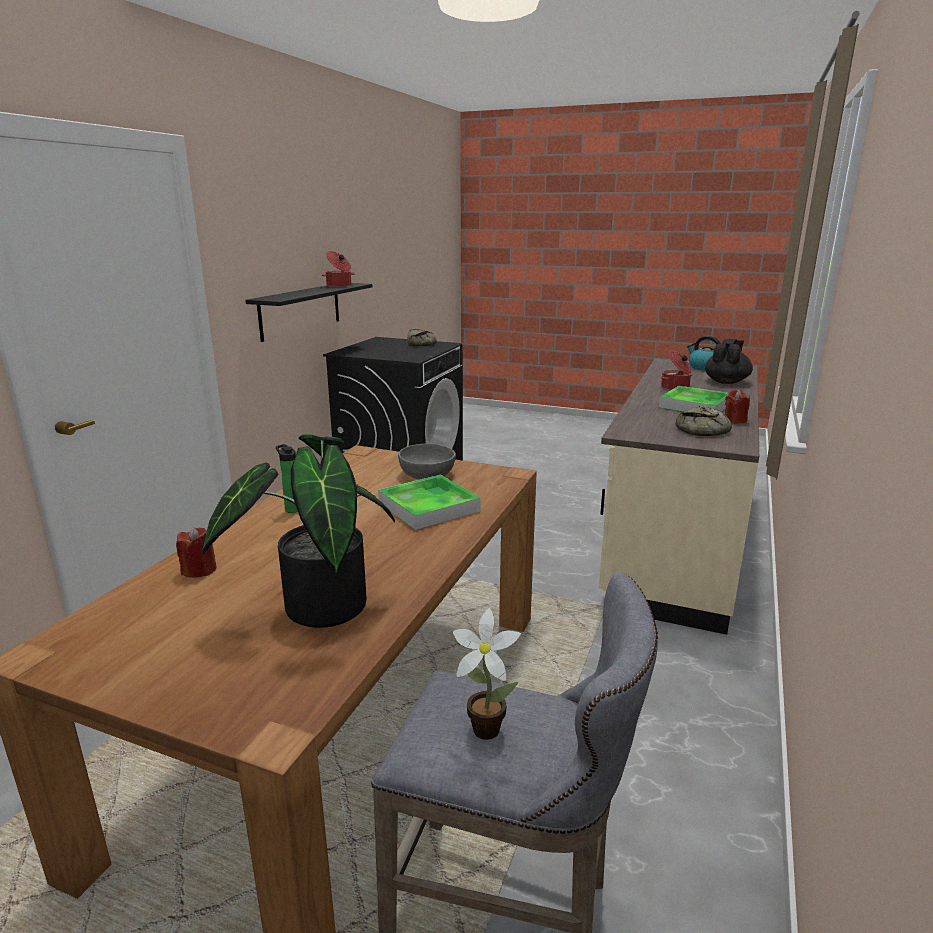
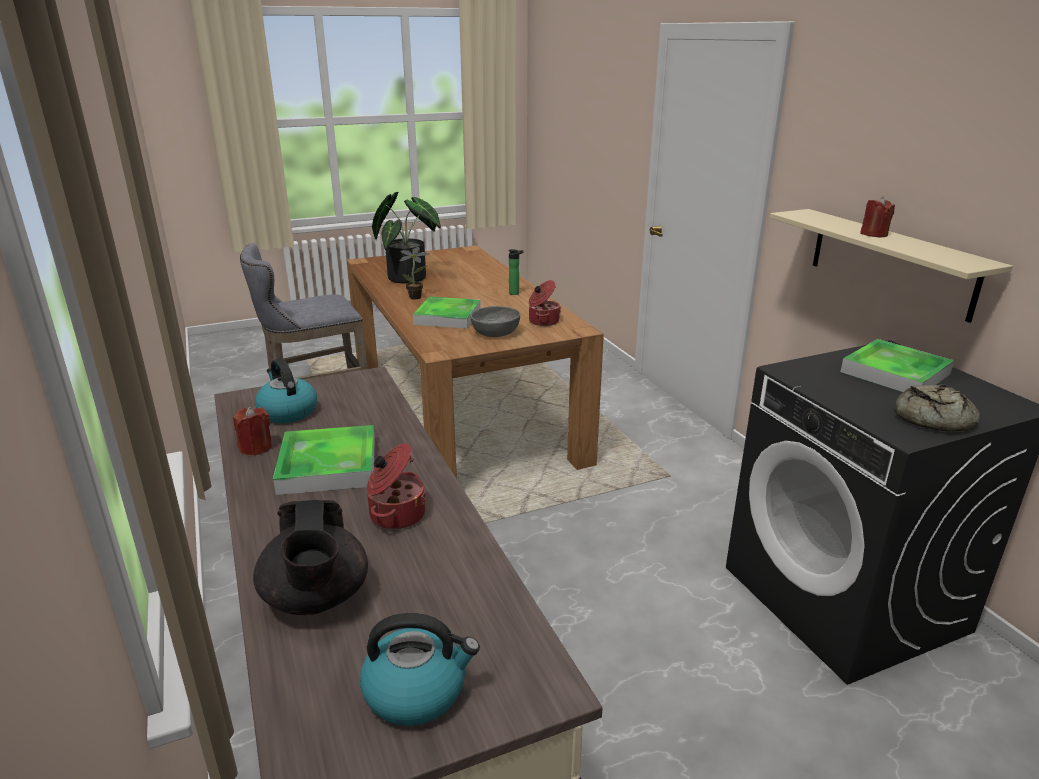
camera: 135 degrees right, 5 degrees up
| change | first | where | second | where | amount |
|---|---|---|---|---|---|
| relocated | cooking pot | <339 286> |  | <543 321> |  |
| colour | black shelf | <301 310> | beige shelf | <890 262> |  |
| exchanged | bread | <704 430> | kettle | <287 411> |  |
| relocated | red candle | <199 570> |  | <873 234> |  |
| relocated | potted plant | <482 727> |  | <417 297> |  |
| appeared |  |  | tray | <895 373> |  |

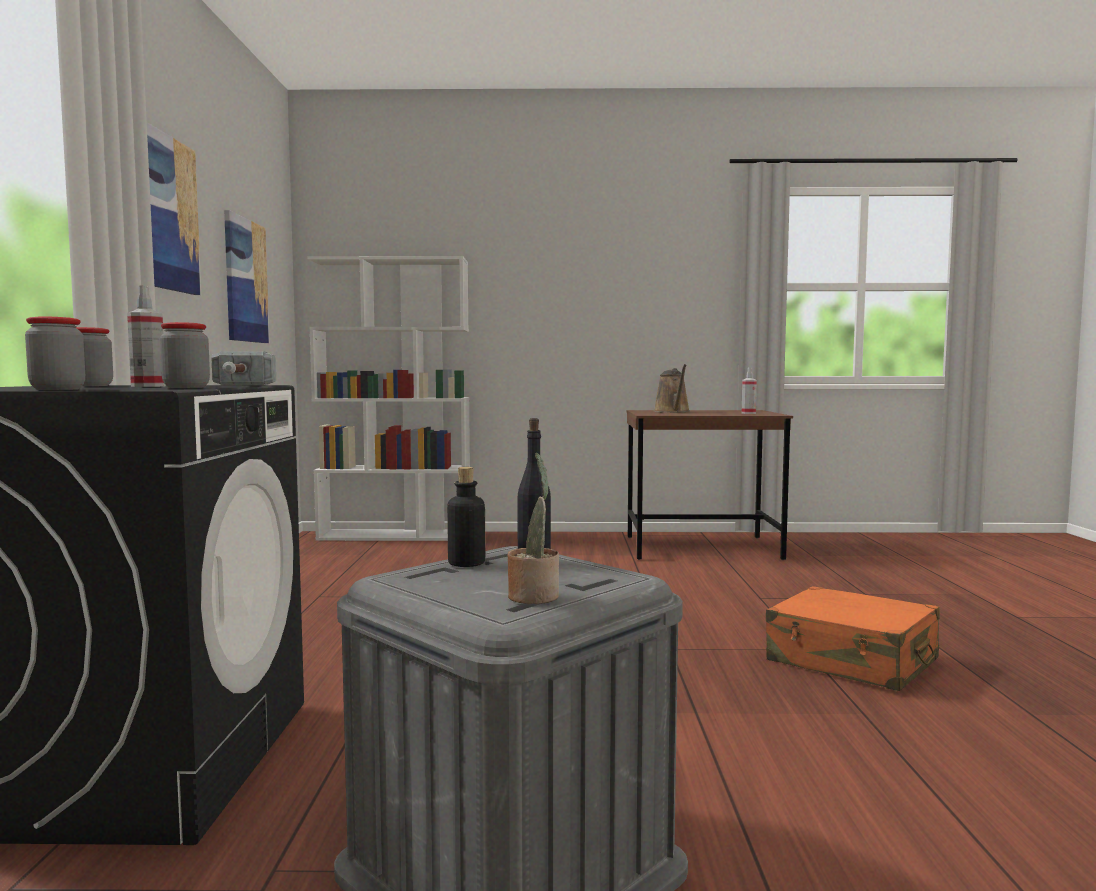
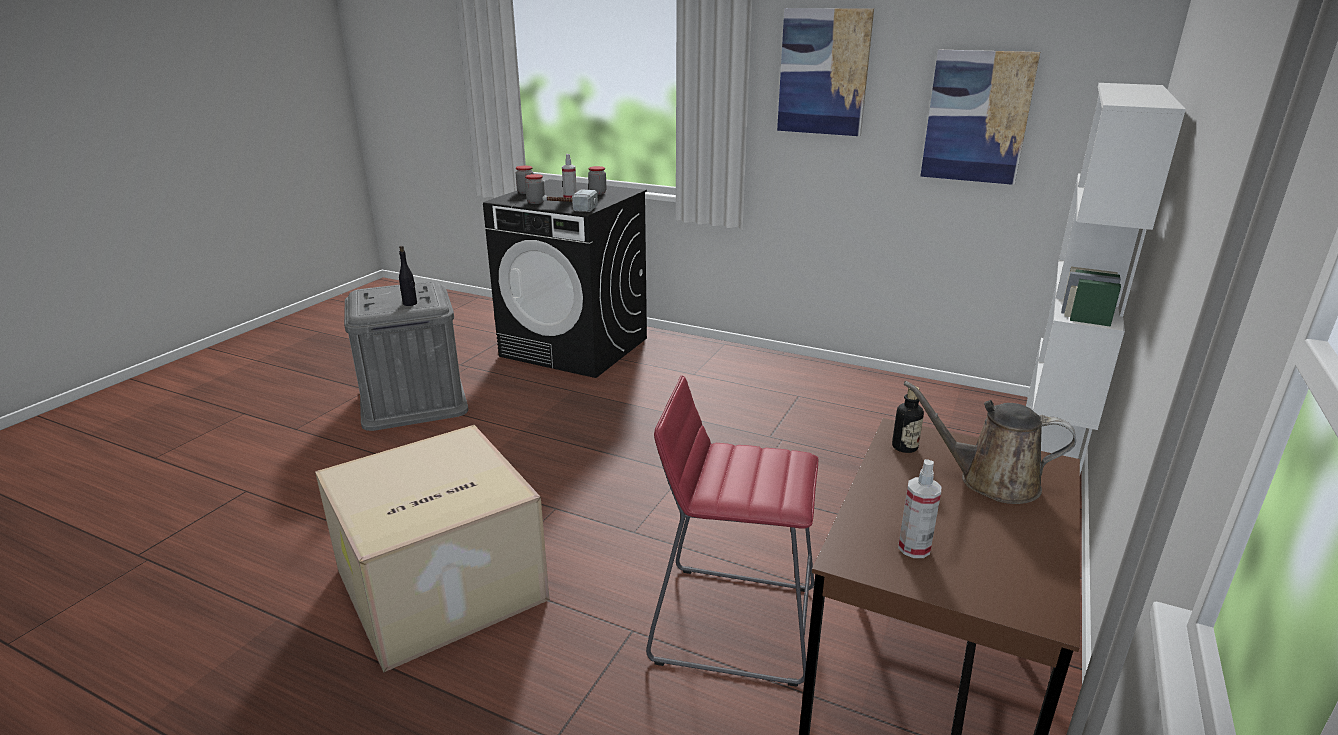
camera: 115 degrees right, 20 degrees up
| change | first | where | second | where | amount |
|---|---|---|---|---|---|
| missing | potted plant | <534 595> |  |  |  |
| relocated | bottle | <466 563> |  | <904 447> |  |
| exchanged | orange suitcase | <851 661> | cardboard box | <439 587> |  |
| appeared |  |  | red stool | <733 623> |  |

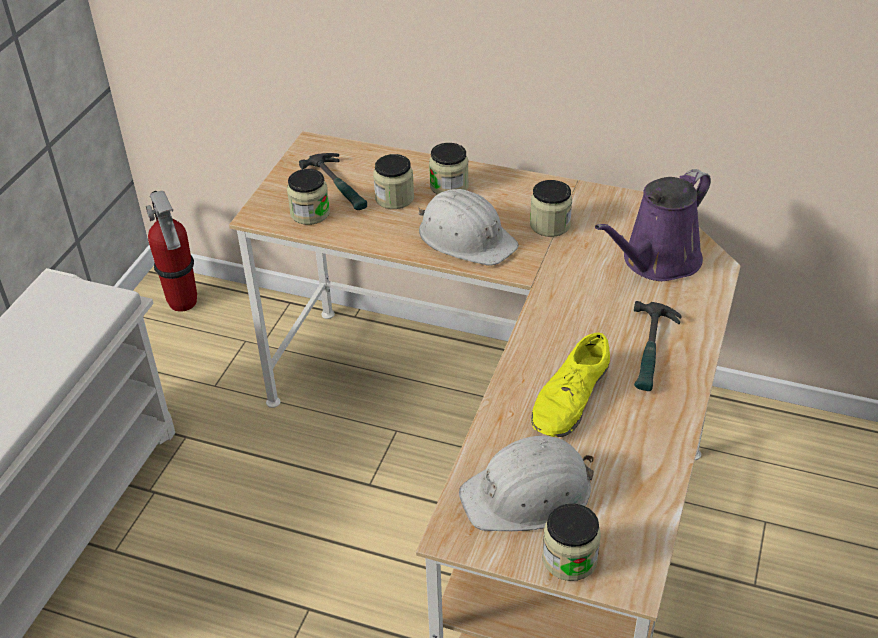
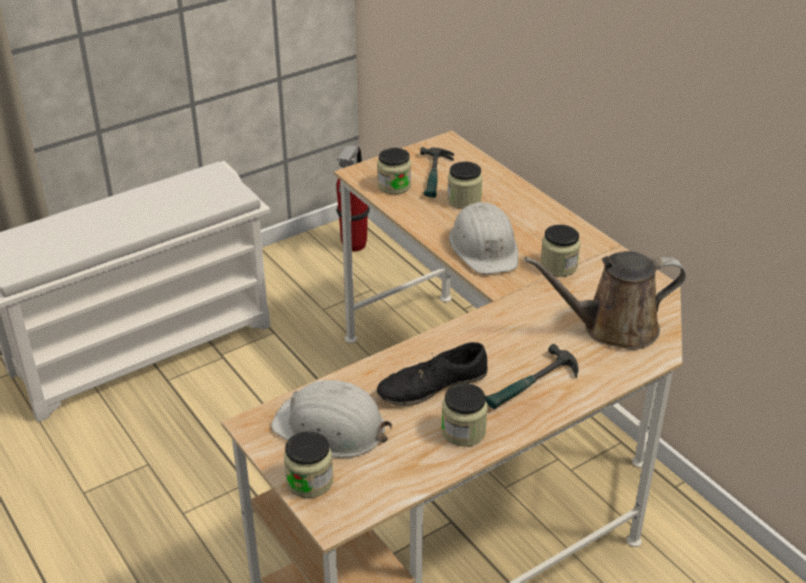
camera: 35 degrees right, 5 degrees down
| change | first | where | second | where | amount |
|---|---|---|---|---|---|
| relocated | jar | <449 186> |  | <463 431> |  |
| colour | purple watering can | <656 261> | brown watering can | <613 328> |  |
| colour | yellow shoe | <570 398> | black shoe | <432 385> |  |

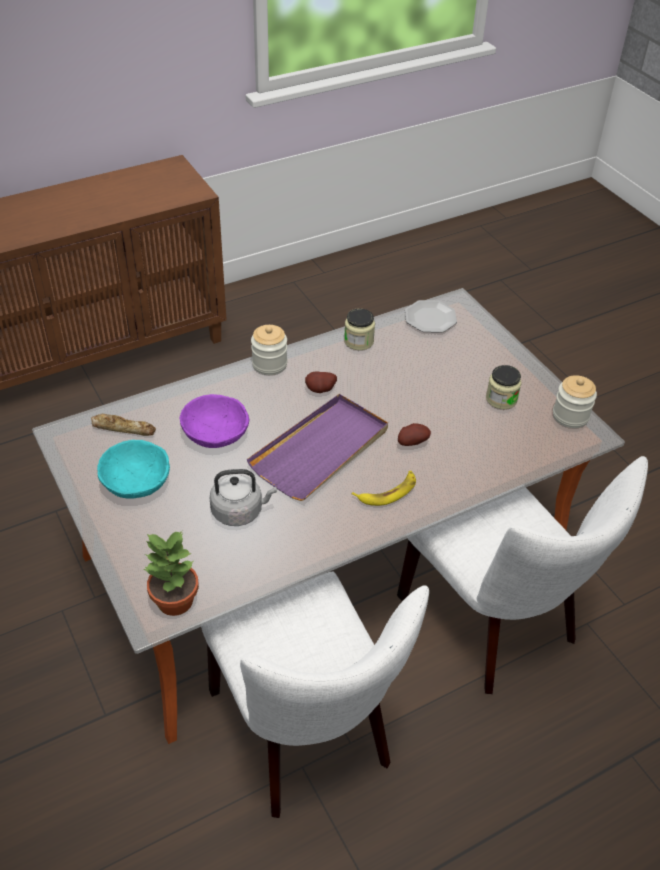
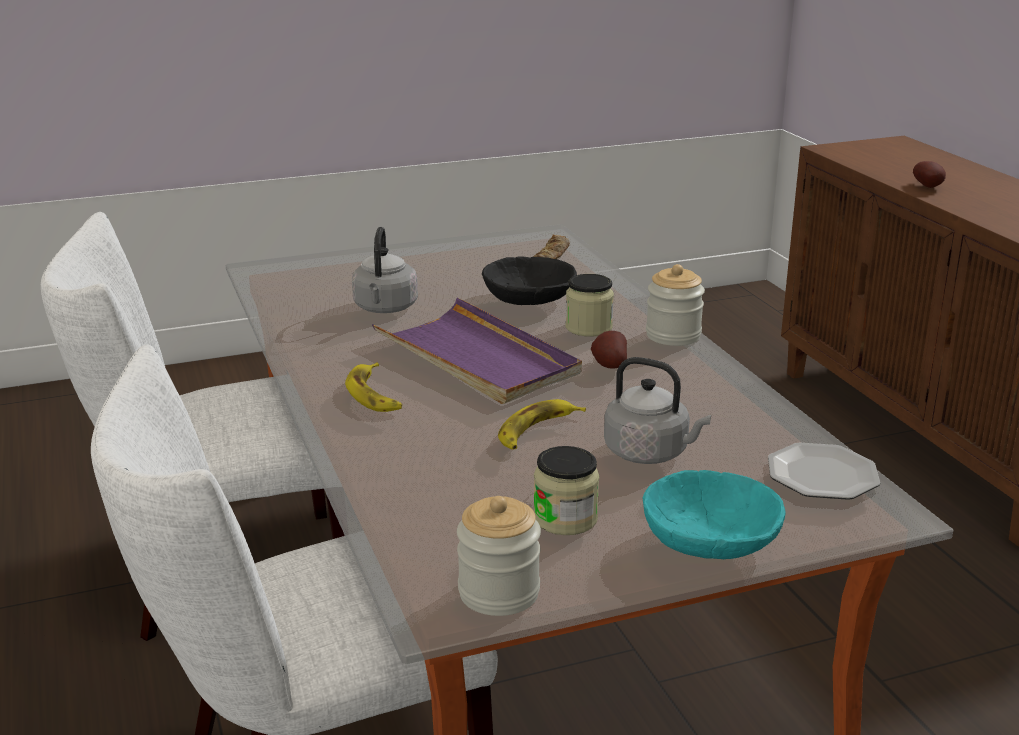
camera: 100 degrees right, 20 degrees down
| change | first | where | second | where | amount |
|---|---|---|---|---|---|
| relocated | jar | <358 341> |  | <588 327> |  |
| colour | purple bowl | <215 433> | black bowl | <528 300> |  |
| relocated | potato | <412 442> |  | <928 187> |  |
| relocated | turquoise bowl | <136 482> |  | <709 543> |  |
| missing | potted plant | <174 601> |  |  |  |
| appeared |  |  | grey kettle | <650 453> |  |
| appeared |  |  | banana | <536 431> |  |

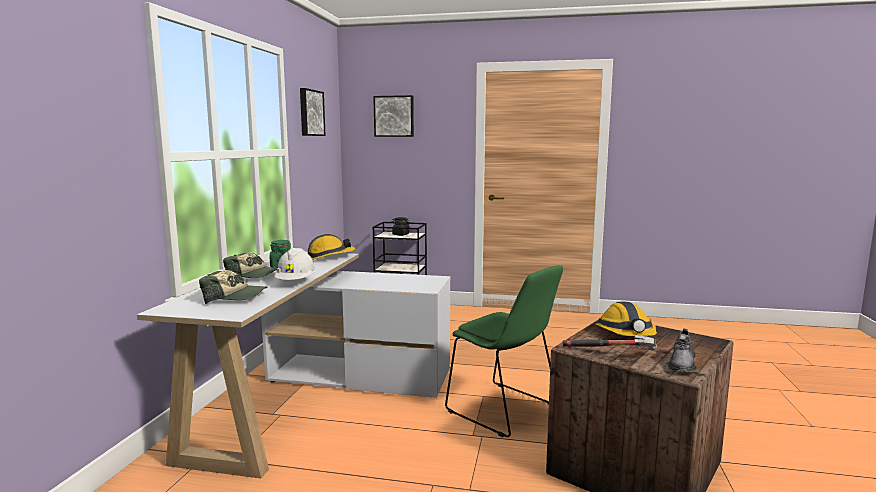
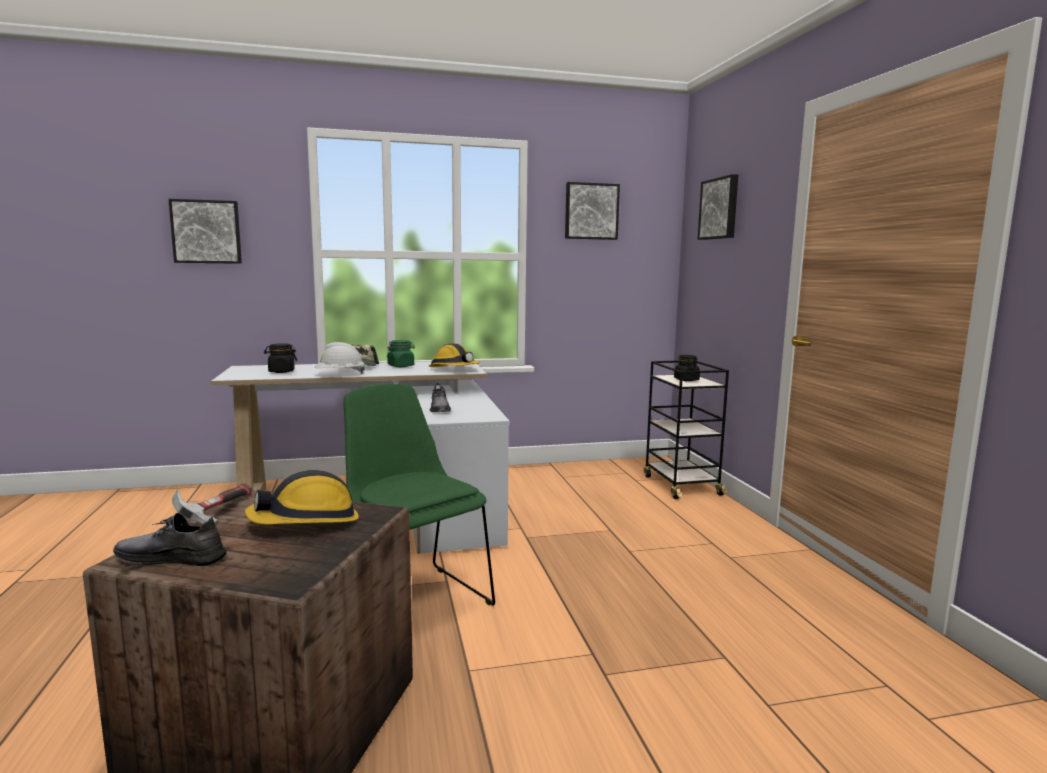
camera: 65 degrees right, 0 degrees up
| change | first | where | second | where | amount |
|---|---|---|---|---|---|
| spun | green chair | <505 410> |  | <413 601> | 120 degrees clockwise |
| exchanged | cap | <235 297> | black jar | <281 371> |  |
| appeared |  |  | picture | <206 232> |  |
| appeared |  |  | grey shoe | <439 409> |  |

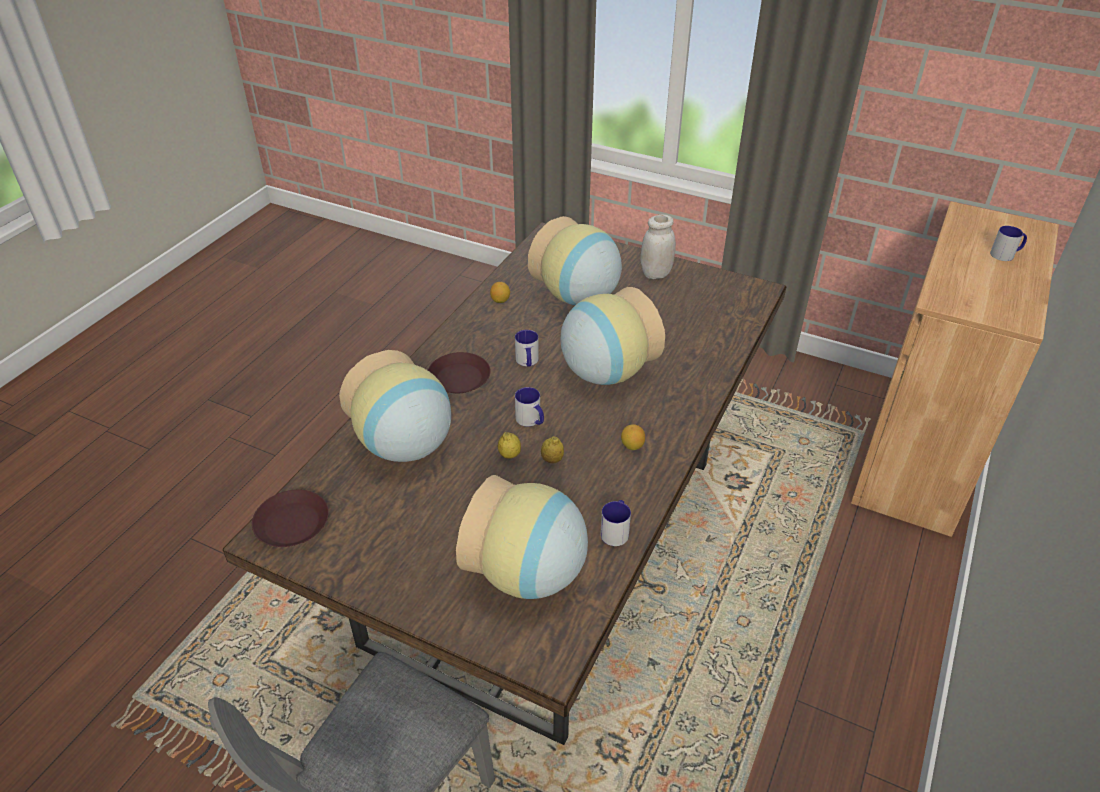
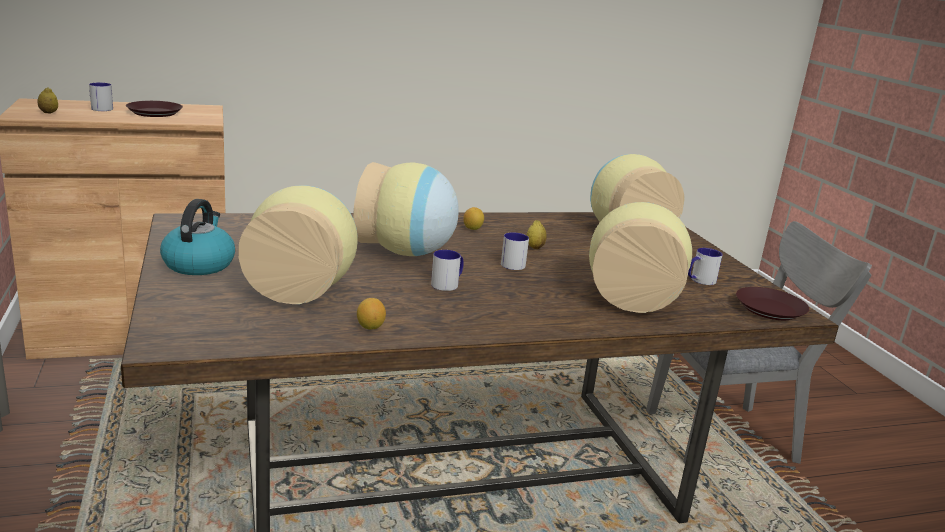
camera: 135 degrees left, 20 degrees down
| change | first | where | second | where | amount |
|---|---|---|---|---|---|
| exchanged | white jar | <656 274> | kettle | <199 264> |  |
| relocated | brown plate | <460 378> |  | <155 113> |  |
| relocated | lemon | <509 455> |  | <48 113> |  |
| relocated | mug | <616 530> |  | <699 280> |  |

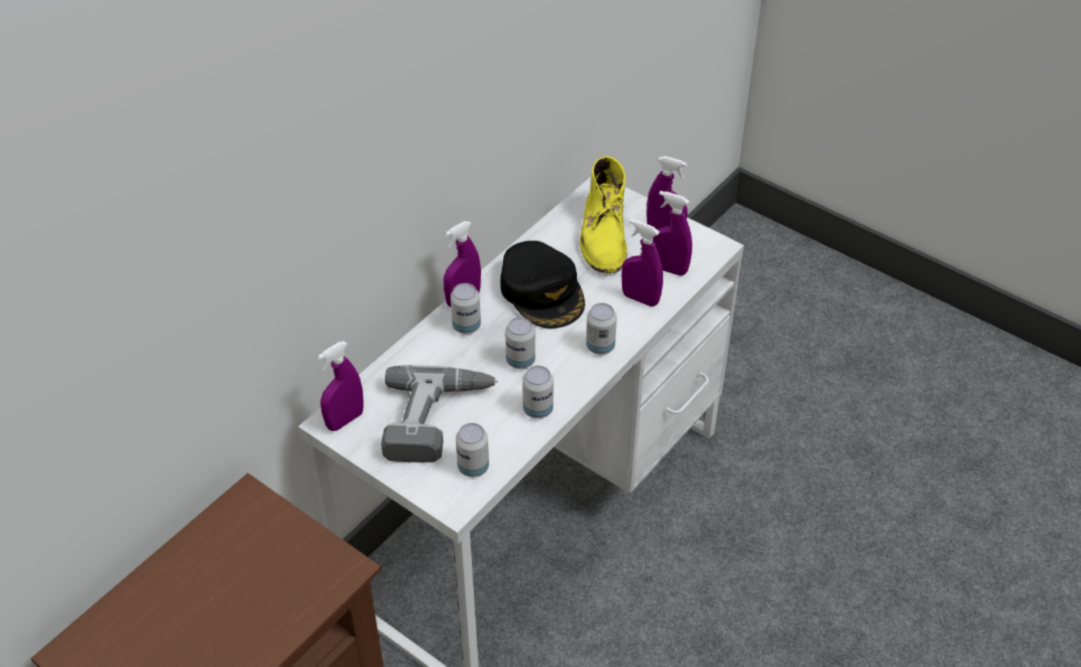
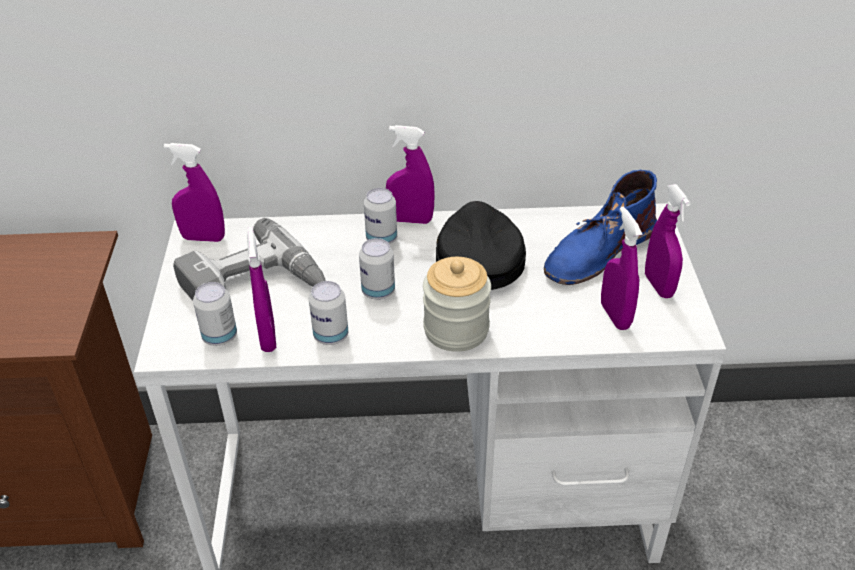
camera: 50 degrees right, 5 degrees down
| change | first | where | second | where | amount |
|---|---|---|---|---|---|
| colour | yellow boot | <604 235> | blue boot | <598 251> |  |
| relocated | purple spray bottle | <640 299> |  | <268 337> |  |
| spun | black cap | <543 292> |  | <477 257> | 150 degrees clockwise |
| exchanged | can | <600 346> | jar | <456 330> |  |

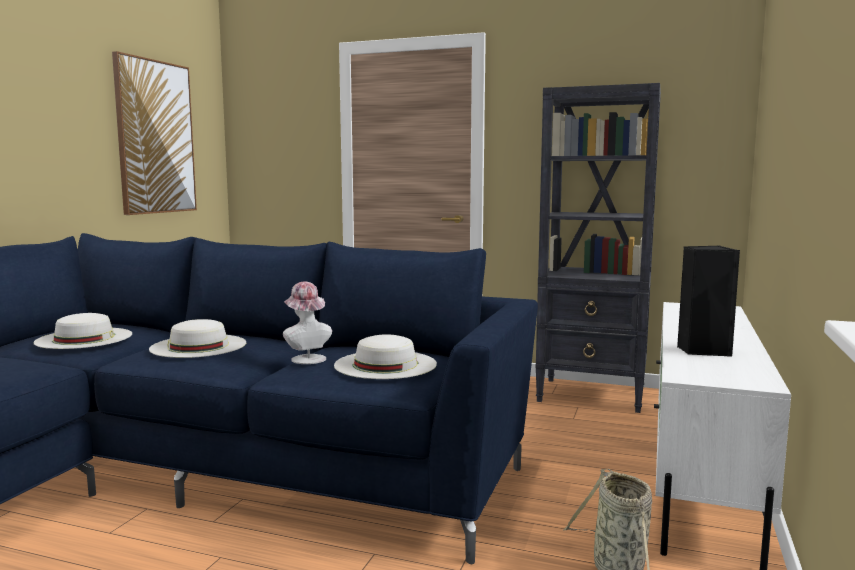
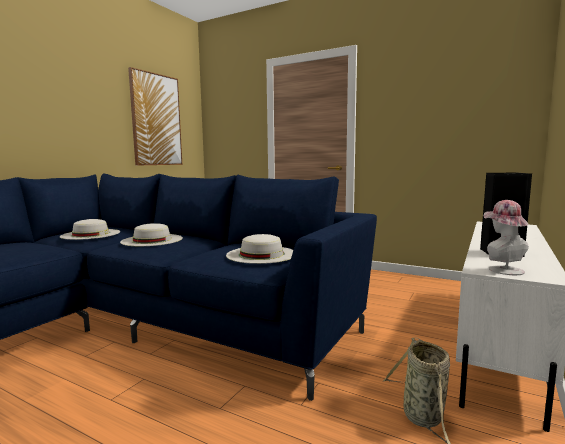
camera: 10 degrees right, 0 degrees up
| change | first | where | second | where | amount |
|---|---|---|---|---|---|
| missing | black bookcase | <592 395> |  |  |  |
| relocated | hat | <306 358> |  | <501 269> |  |

